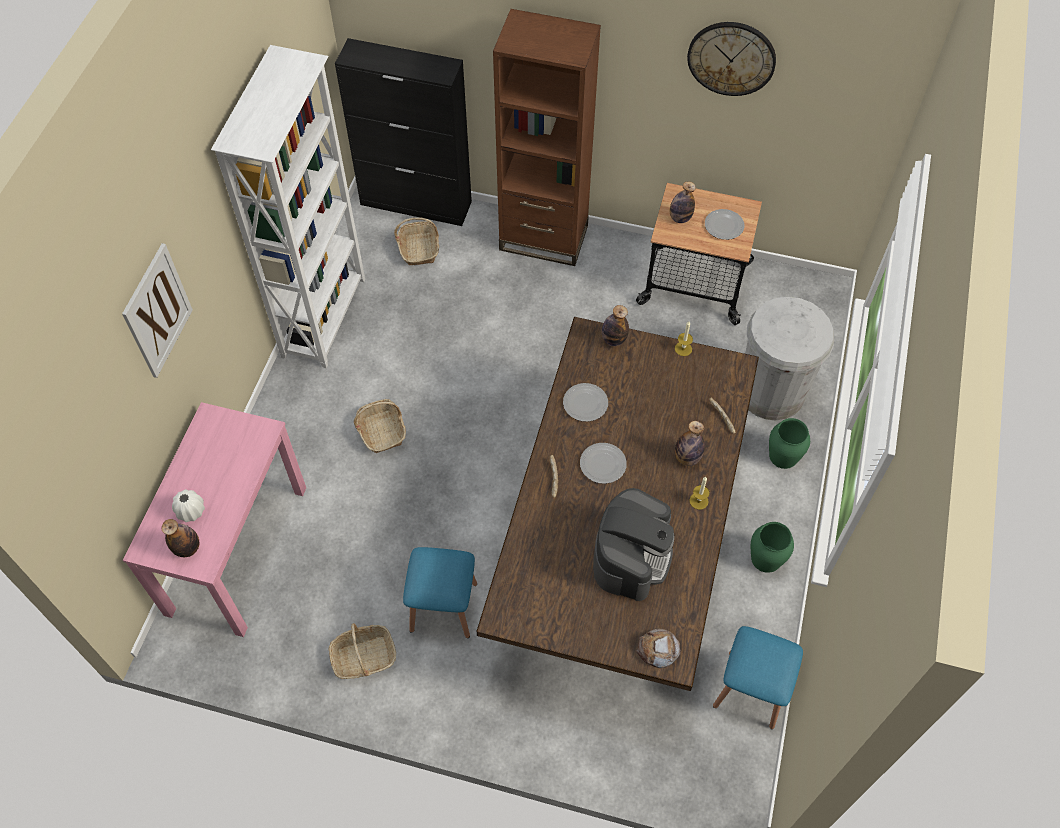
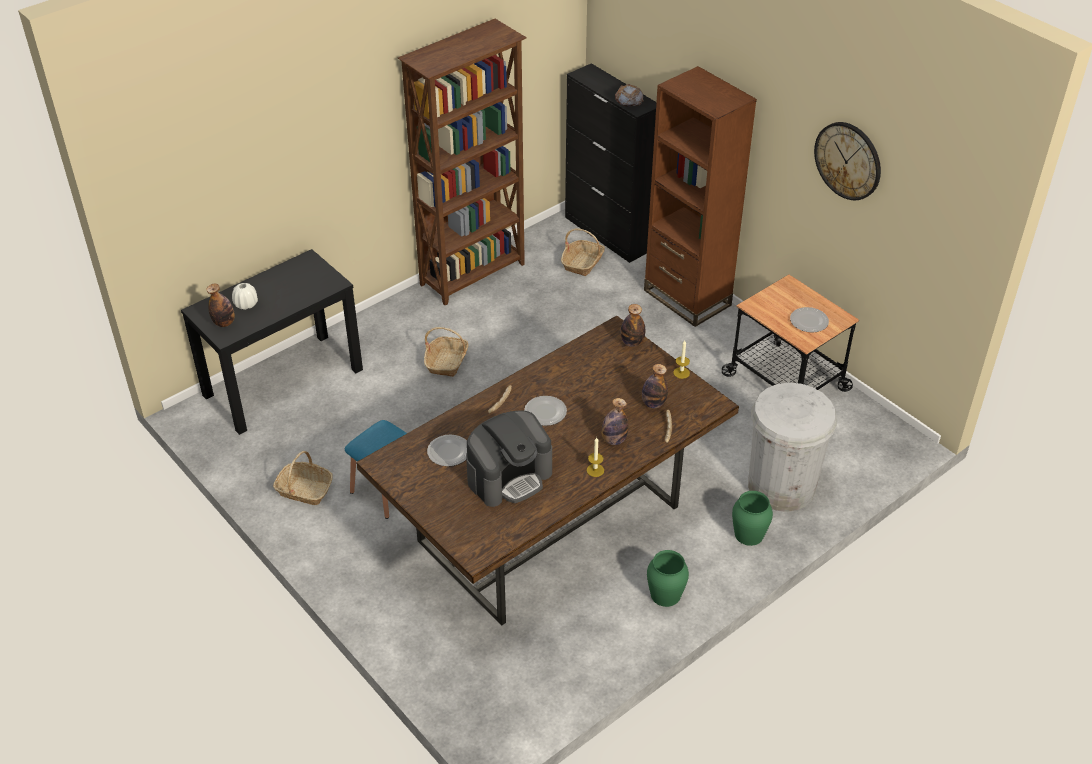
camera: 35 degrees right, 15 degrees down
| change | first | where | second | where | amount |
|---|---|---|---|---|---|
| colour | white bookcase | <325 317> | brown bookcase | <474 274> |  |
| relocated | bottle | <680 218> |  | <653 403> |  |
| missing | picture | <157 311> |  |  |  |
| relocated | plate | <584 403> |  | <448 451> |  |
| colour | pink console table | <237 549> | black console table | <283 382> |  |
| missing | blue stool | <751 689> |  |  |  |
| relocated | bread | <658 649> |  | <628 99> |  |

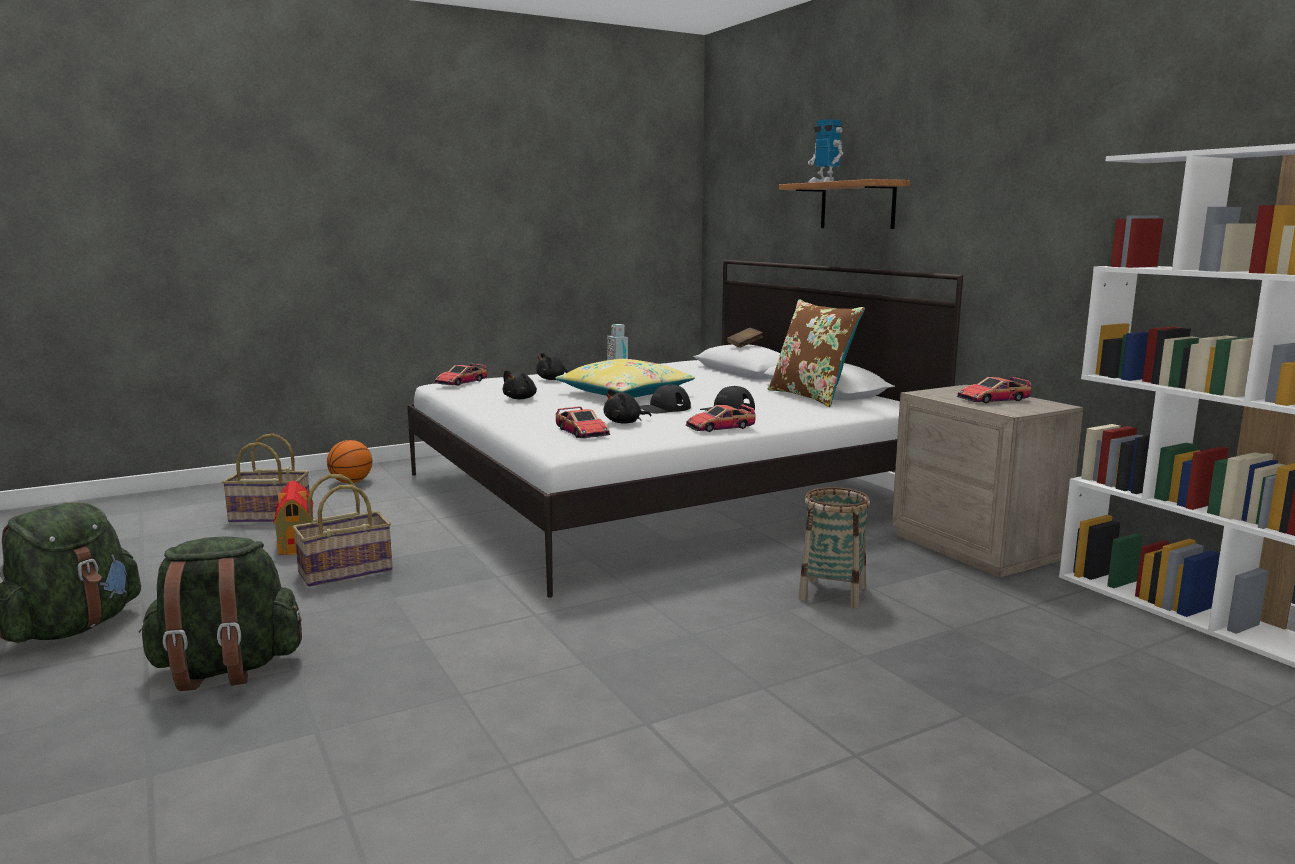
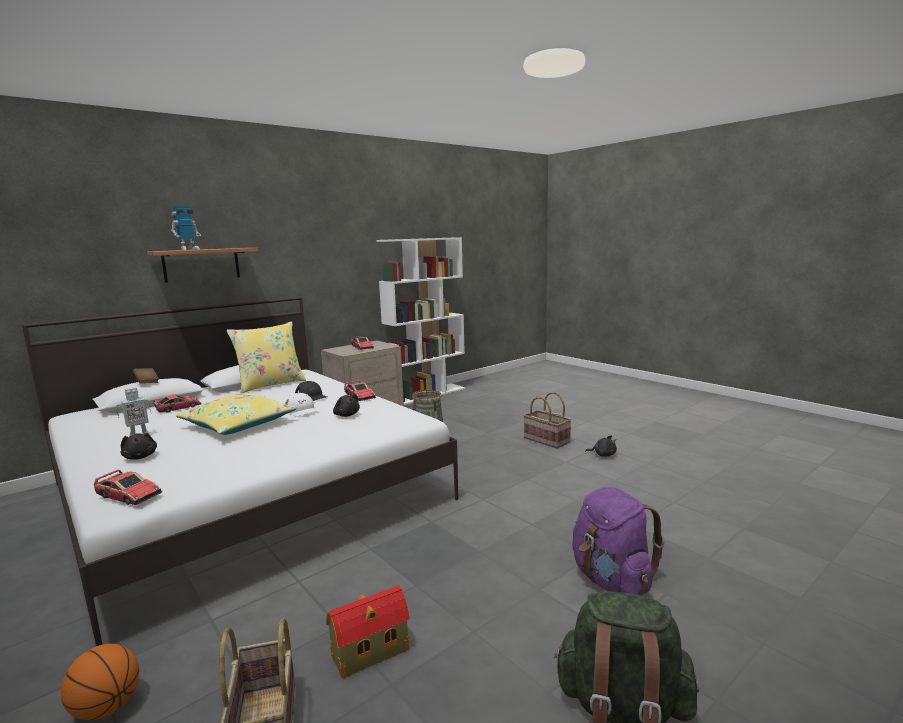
camera: 100 degrees left, 0 degrees up
| change | first | where | second | where | amount |
|---|---|---|---|---|---|
| colour | brown pillow | <811 397> | yellow pillow | <270 384> |  |
| relocated | black plush toy | <521 398> |  | <603 455> |  |
| colour | black cap | <663 408> | white cap | <301 410> |  |
| relocated | toy car | <582 432> |  | <178 408> |  |
| relocated | basket | <345 570> |  | <546 440> |  |
| colour | green backpack | <226 669> | purple backpack | <611 580> |  |

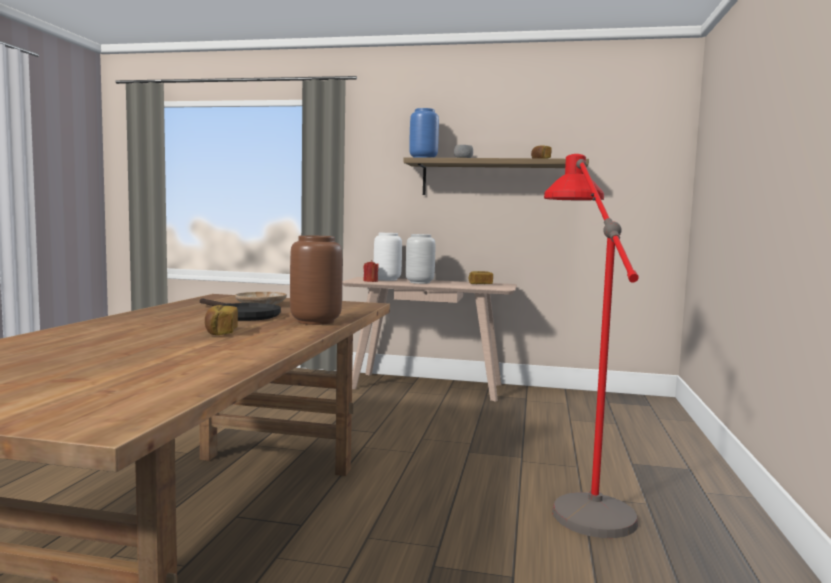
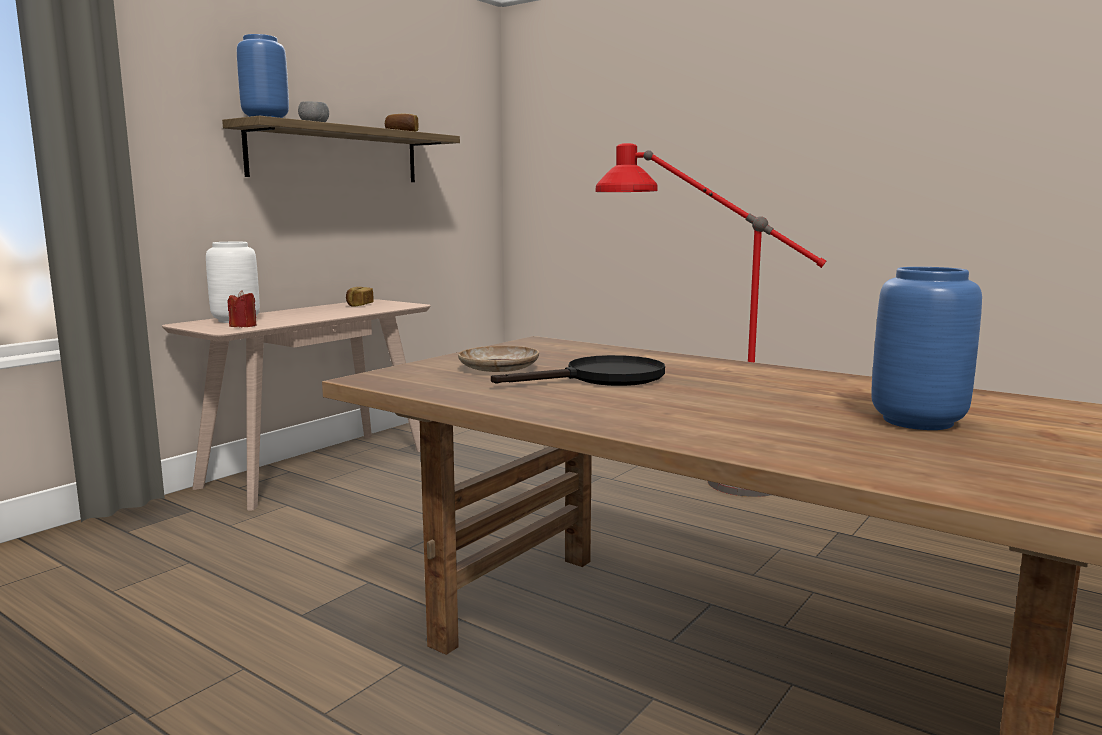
camera: 65 degrees left, 5 degrees up
| change | first | where | second | where | amount |
|---|---|---|---|---|---|
| missing | grey vase | <419 282> |  |  |  |
| missing | brown vase | <314 321> |  |  |  |
| missing | bread | <220 332> |  |  |  |
| appeared |  |  | blue vase | <918 421> |  |

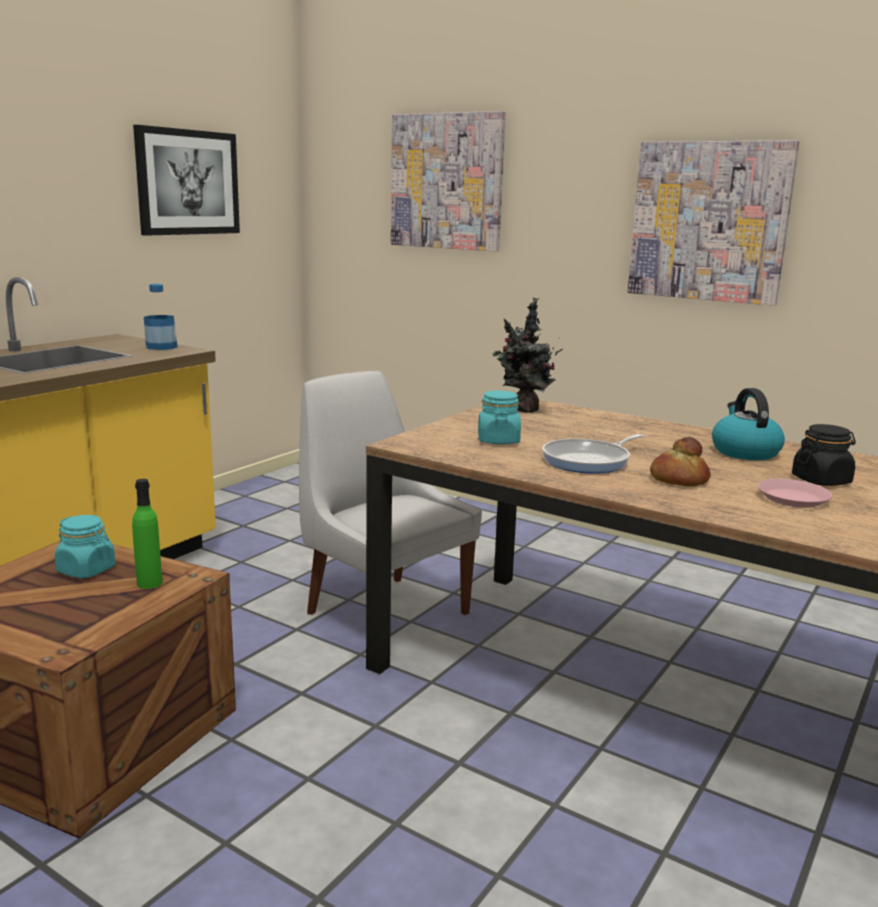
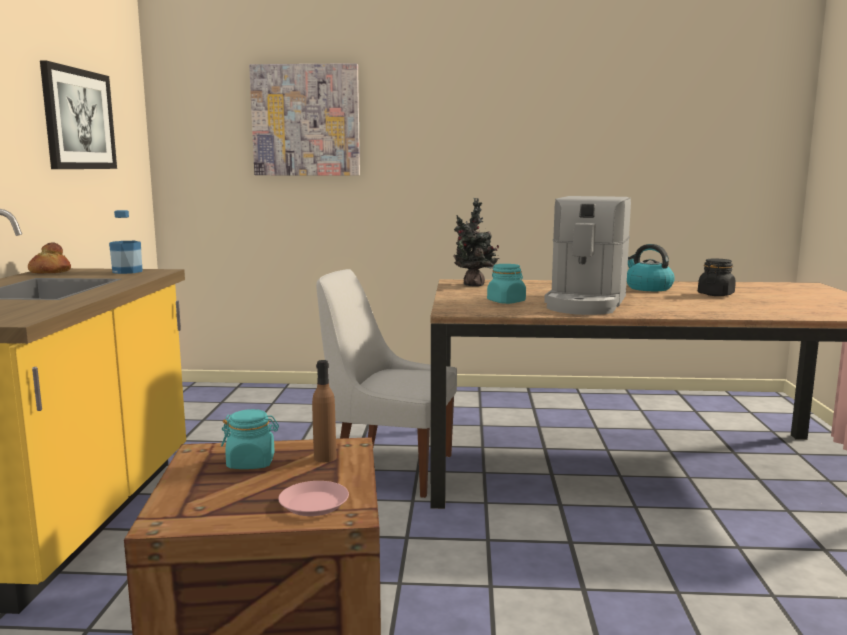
camera: 30 degrees left, 5 degrees down
| change | first | where | second | where | amount |
|---|---|---|---|---|---|
| missing | picture | <709 222> |  |  |  |
| exchanged | frying pan | <589 461> | coffee machine | <586 303> |  |
| relocated | bread | <678 480> |  | <49 272> |  |
| colour | green bottle | <149 583> | brown bottle | <325 458> |  |
| relocated | pink plate | <792 498> |  | <313 504> |  |

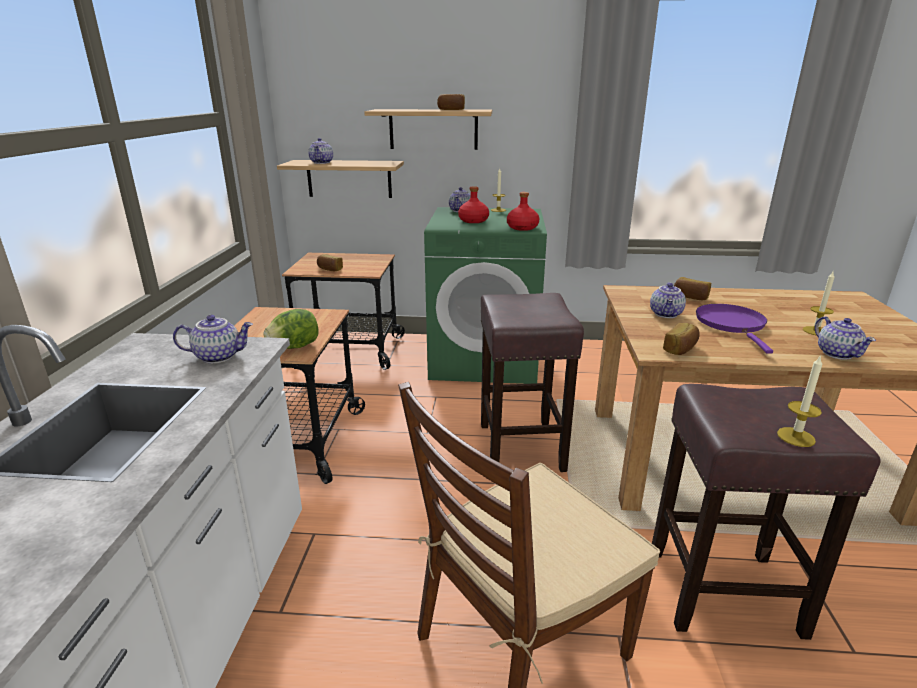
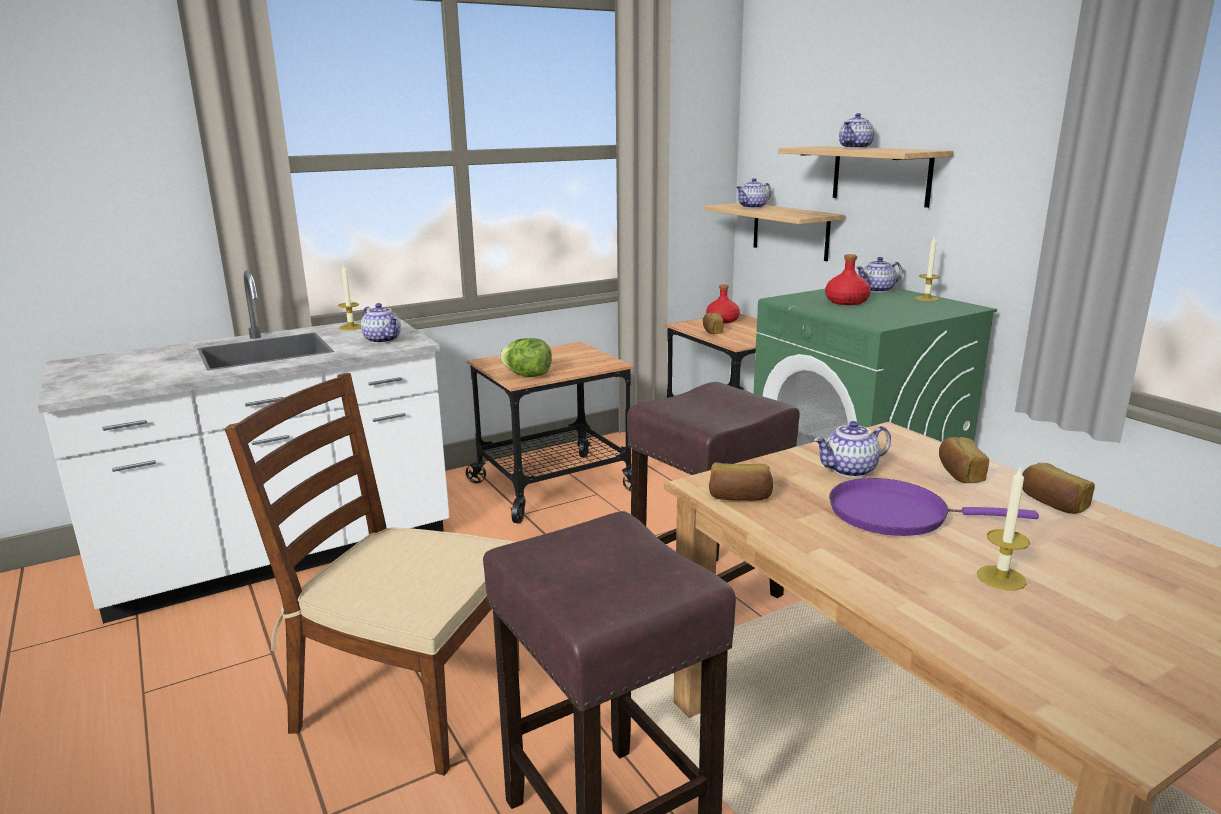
camera: 55 degrees right, 5 degrees down
| change | first | where | second | where | amount |
|---|---|---|---|---|---|
| relocated | bread | <451 109> |  | <1052 503> |  |
| relocated | red bottle | <523 228> |  | <723 320> |  |
| spun | purple frying pan | <732 324> |  | <896 514> | 135 degrees counterclockwise |
| relocated | teapot | <837 353> |  | <856 148> |  |
| relocated | candle | <796 437> |  | <351 327> |  |

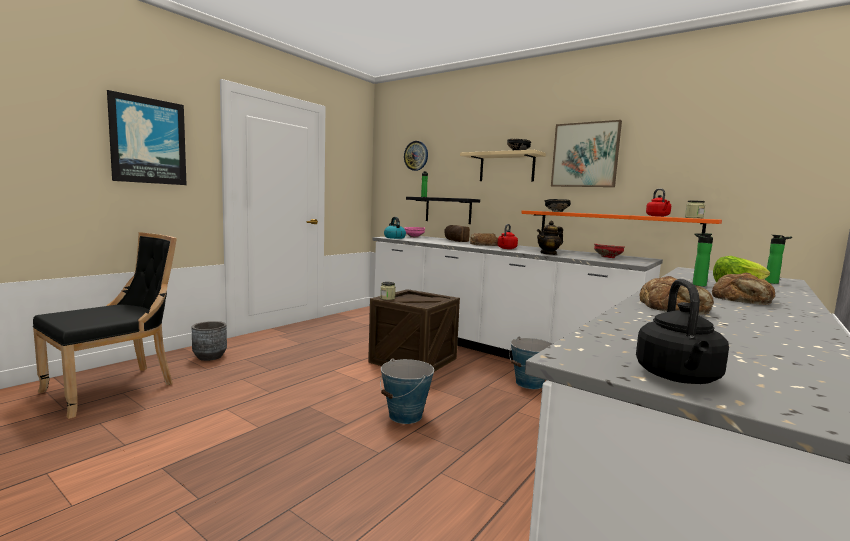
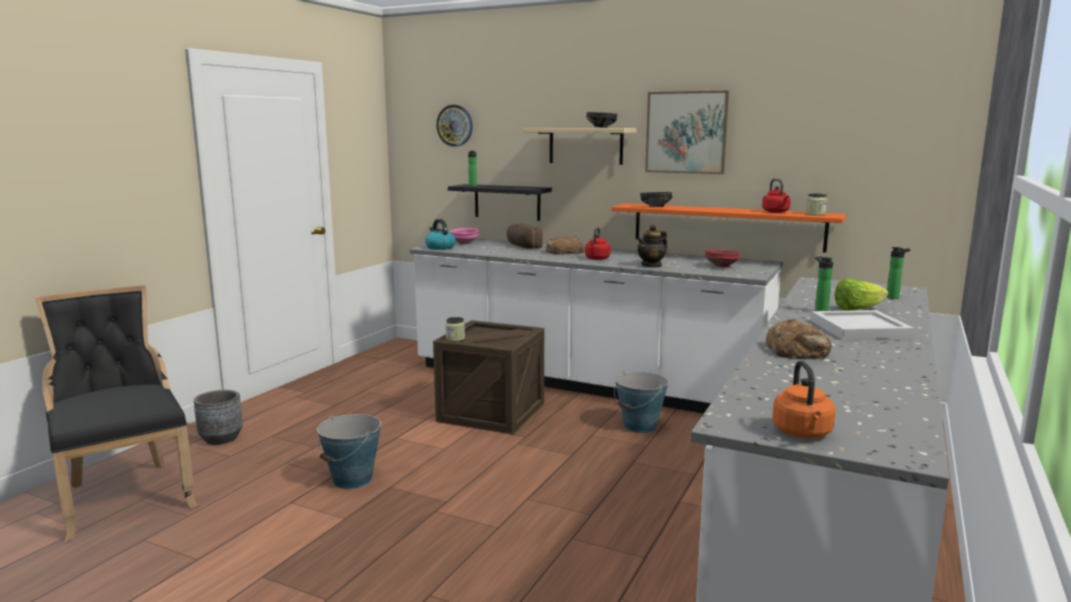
camera: 10 degrees left, 5 degrees up
| change | first | where | second | where | amount |
|---|---|---|---|---|---|
| missing | picture | <148 141> |  |  |  |
| spun | black chair | <115 388> |  | <125 495> | 60 degrees counterclockwise |
| exchanged | bread | <743 298> | white tray | <861 329> |  |
| colour | black kettle | <678 378> | orange kettle | <803 433> |  |
| relocated | bucket | <405 416> |  | <352 479> |  |

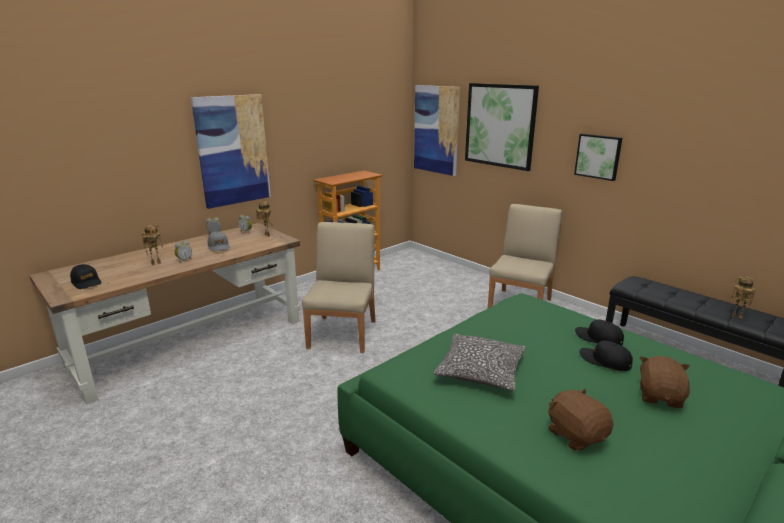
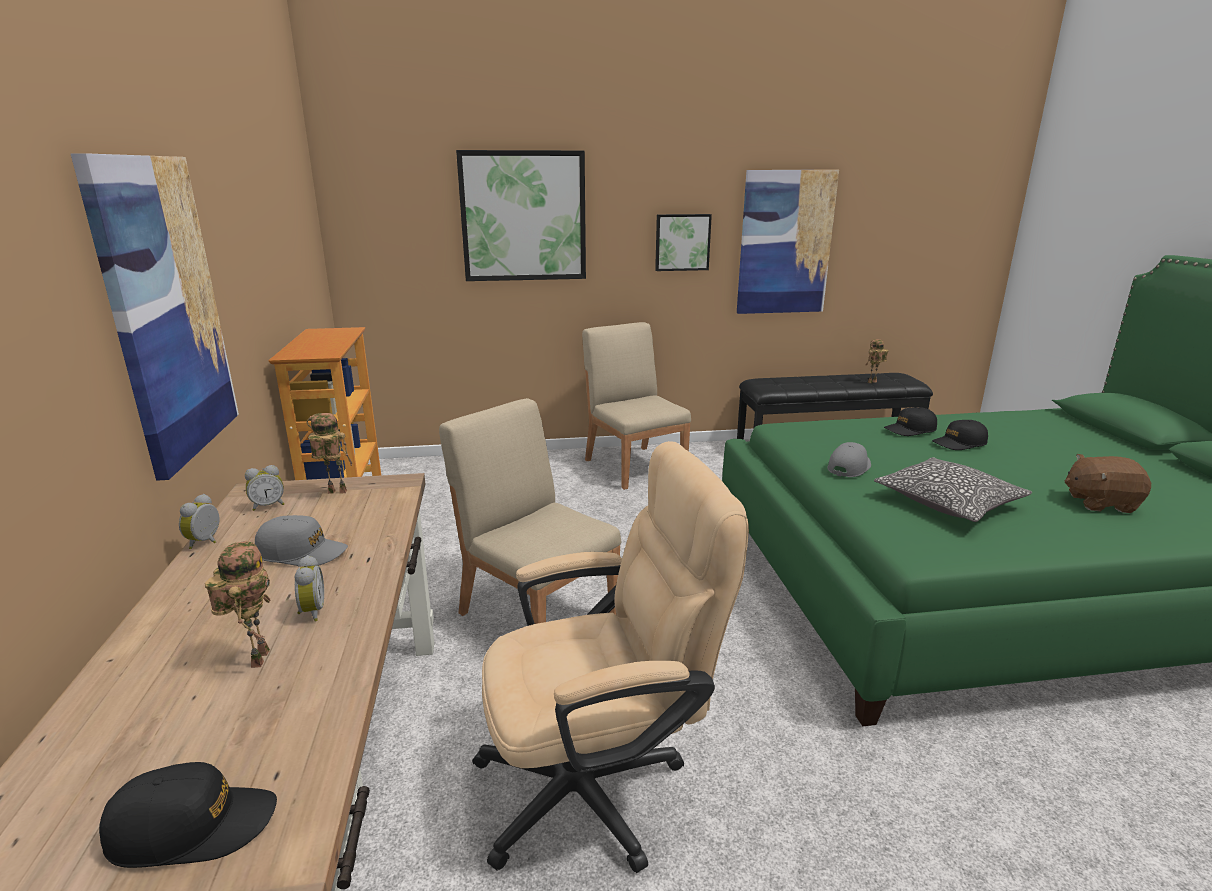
camera: 55 degrees left, 0 degrees up
| change | first | where | second | where | amount |
|---|---|---|---|---|---|
| relocated | picture | <436 130> |  | <785 243> |  |
| missing | brown plush toy | <660 397> |  |  |  |
| appeared |  |  | beige office chair | <599 785> |  |
| appeared |  |  | grey cap | <849 467> |  |

